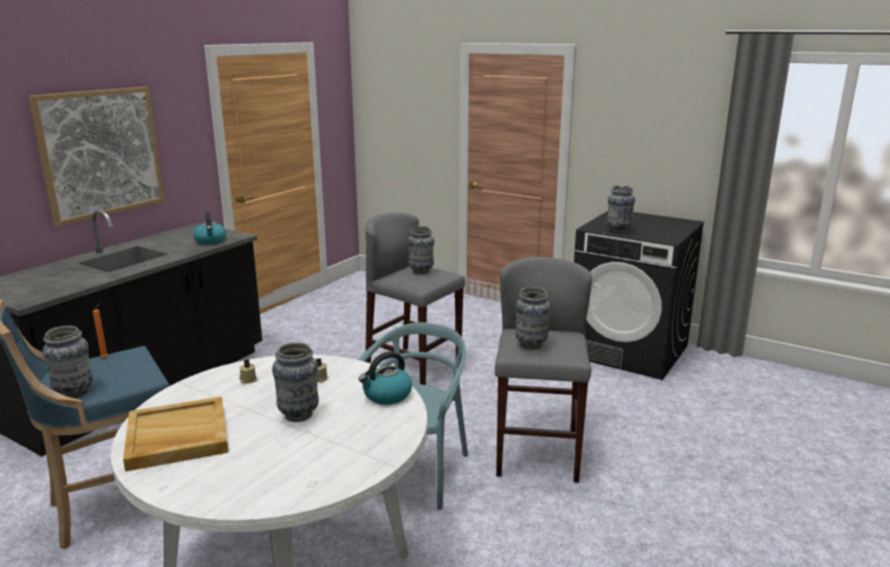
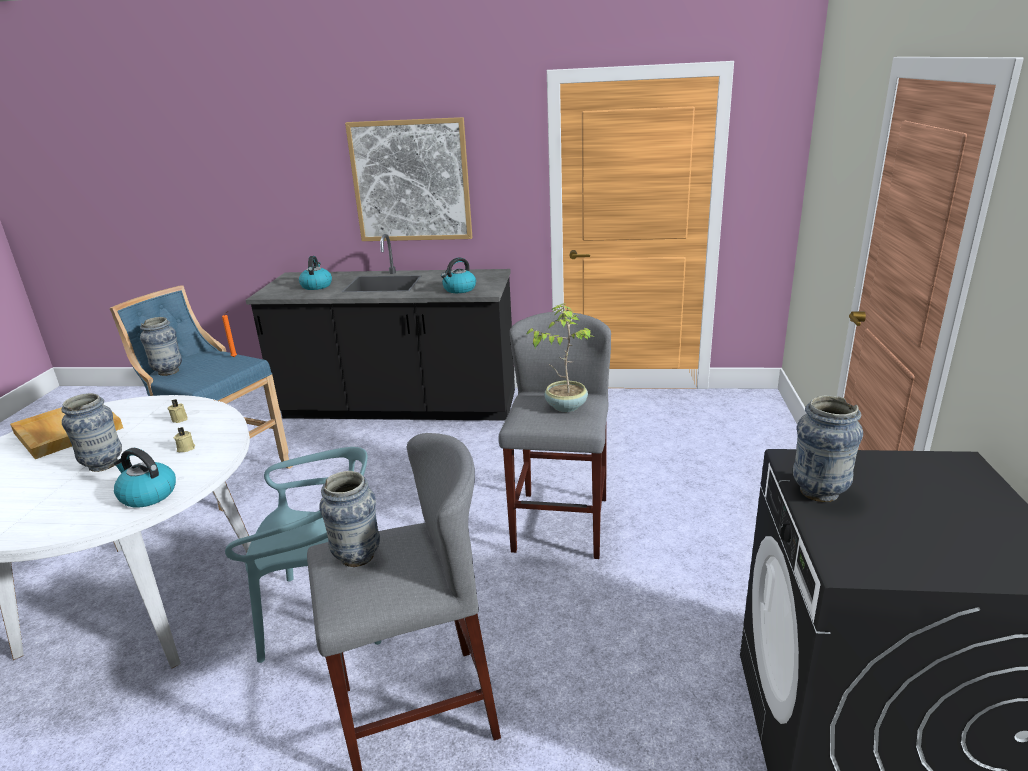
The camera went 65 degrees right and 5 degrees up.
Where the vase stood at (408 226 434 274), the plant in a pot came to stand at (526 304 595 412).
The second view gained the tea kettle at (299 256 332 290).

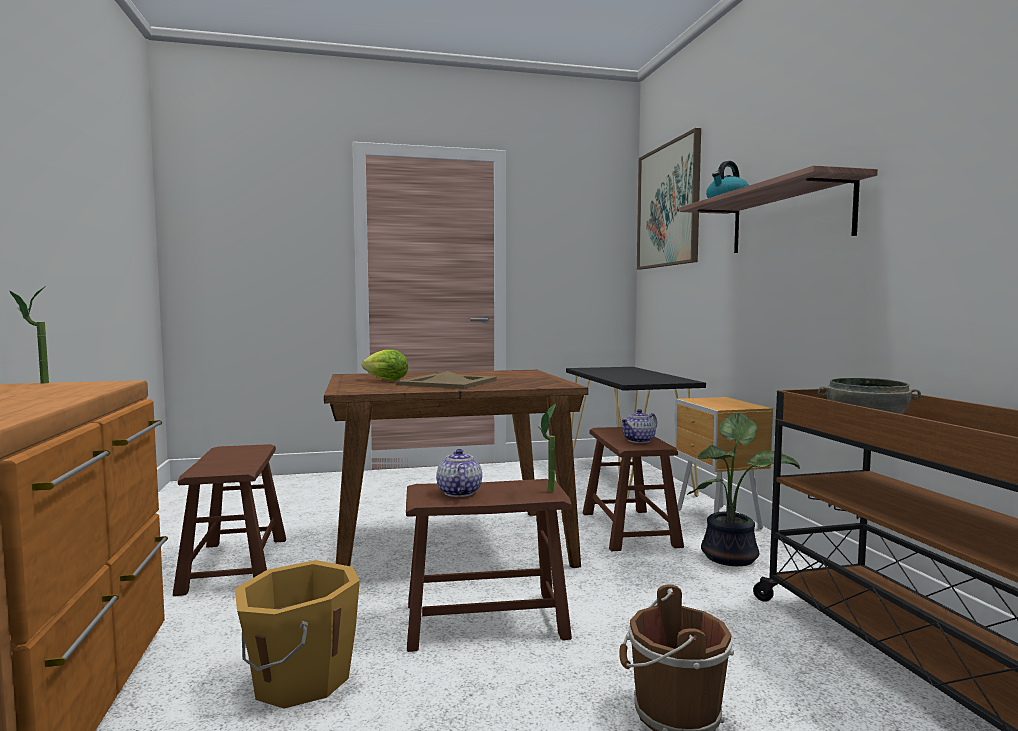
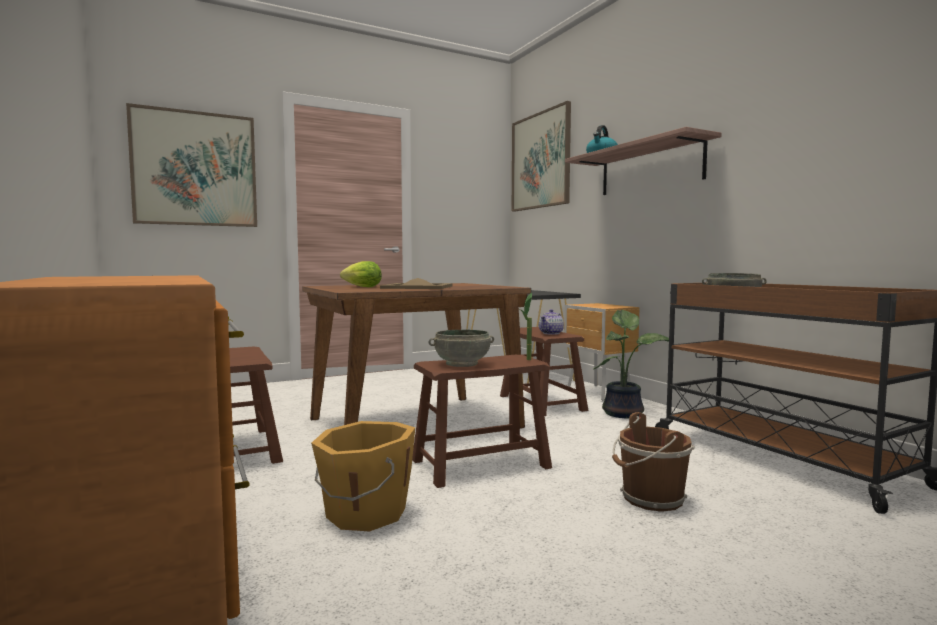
The camera went 15 degrees left and 0 degrees up.
The second view lost the plant in a pot at (10 287 49 384).
Where the teapot stood at (437 449 482 497), the gray bowl came to stand at (429 330 494 367).
The second view gained the wall picture at (126 103 257 227).

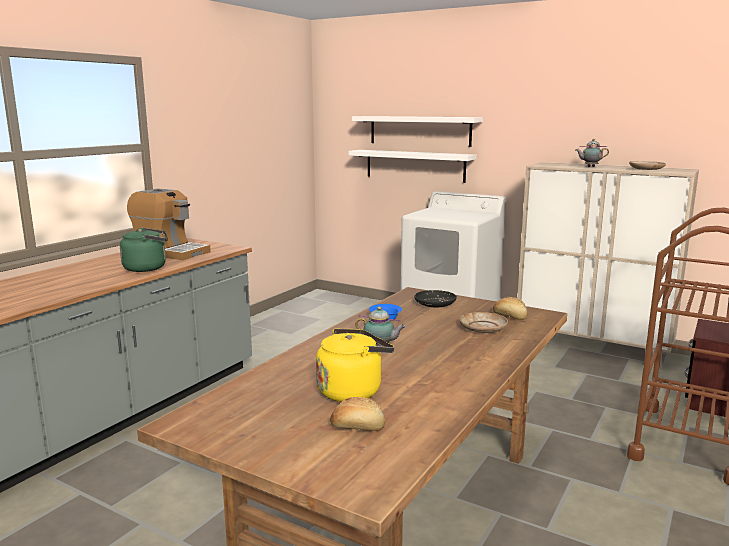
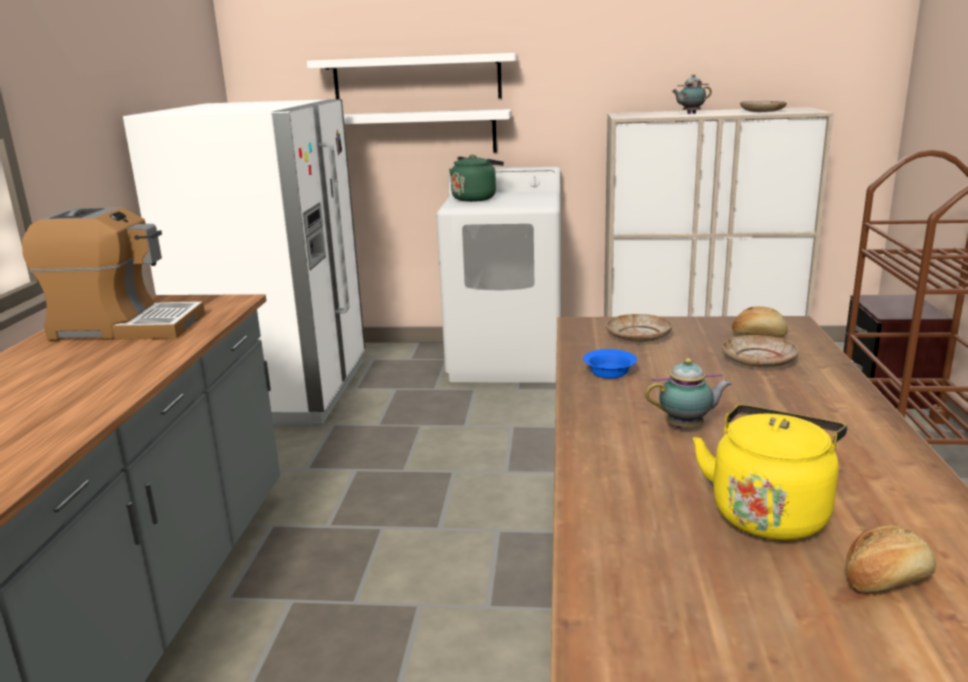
The camera went 25 degrees left and 5 degrees up.
The green tea kettle ended up elsewhere, having gone from (120 227 168 272) to (449 155 504 202).
What was the black plate at (414 290 457 307) turned into the sand-coloured plate at (606 314 672 342).
The second view gained the white refrigerator at (123 99 365 427).

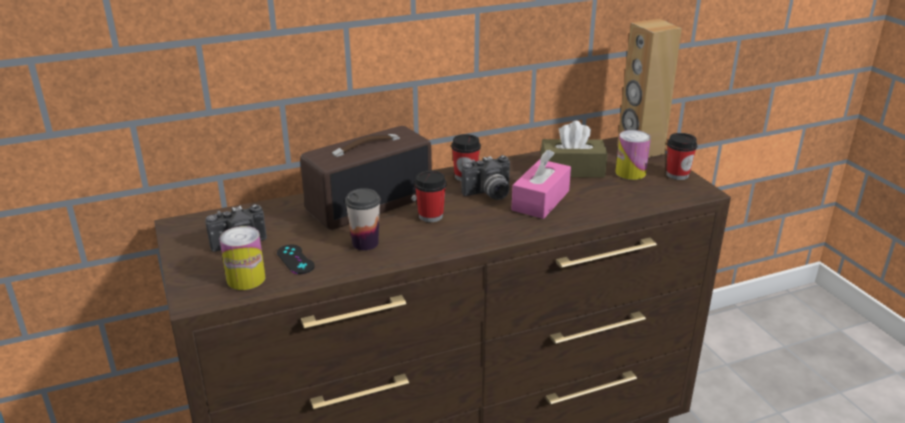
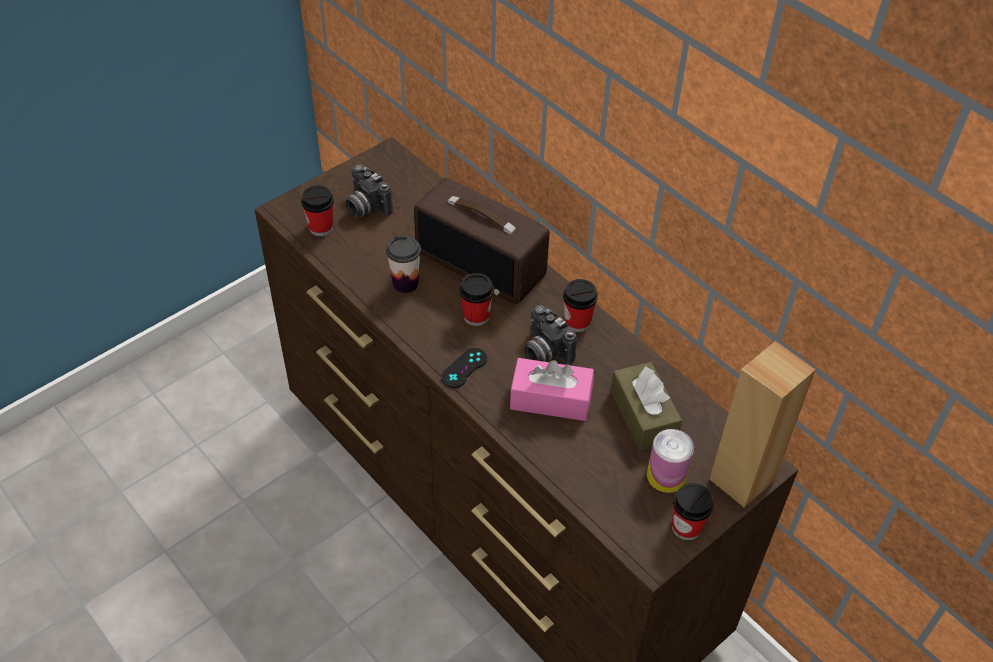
The camera went 70 degrees right and 20 degrees up.
Where the can stood at (220 226 265 290), the drinking cup came to stand at (301 185 334 236).
The black gamepad ended up elsewhere, having gone from (277 245 315 274) to (441 348 487 388).

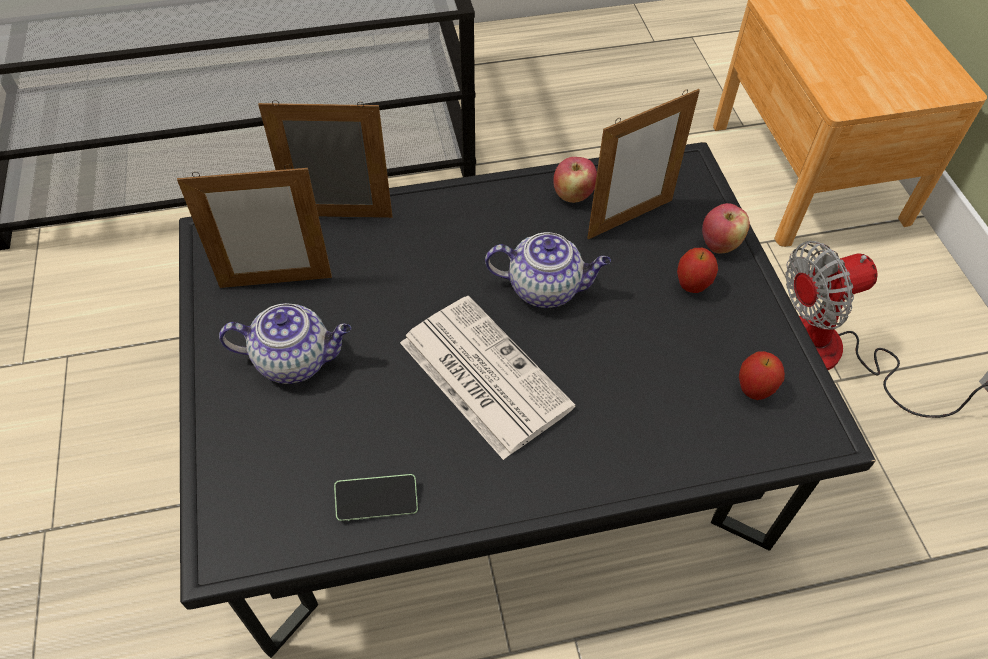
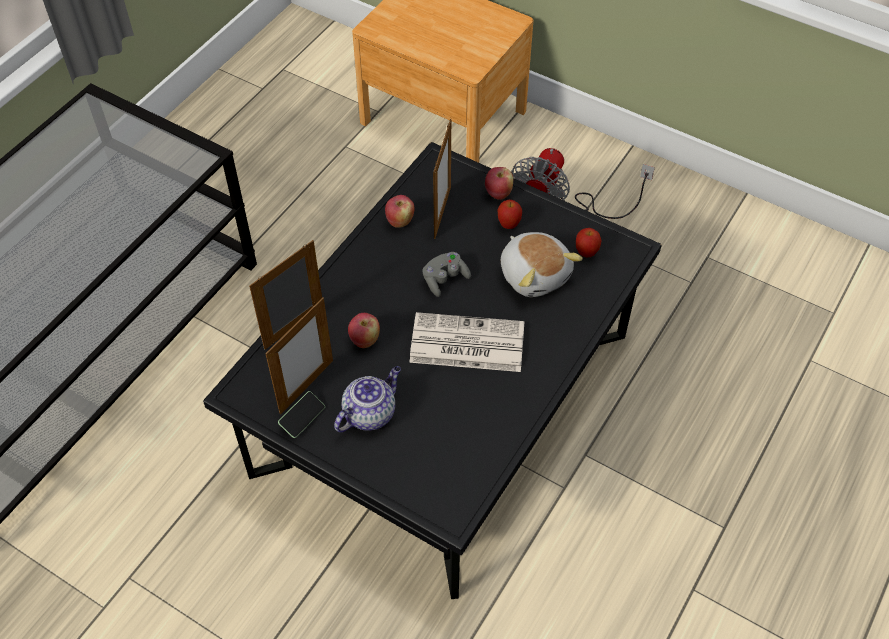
The camera went 45 degrees left and 0 degrees up.
The telephone ended up elsewhere, having gone from (334 474 418 521) to (278 391 325 438).
Where the teapot stood at (485 232 611 308), the gray gamepad came to stand at (422 252 471 297).
The second view gained the whole apple at (348 313 380 348).
The second view gained the soft toy at (501 232 583 297).

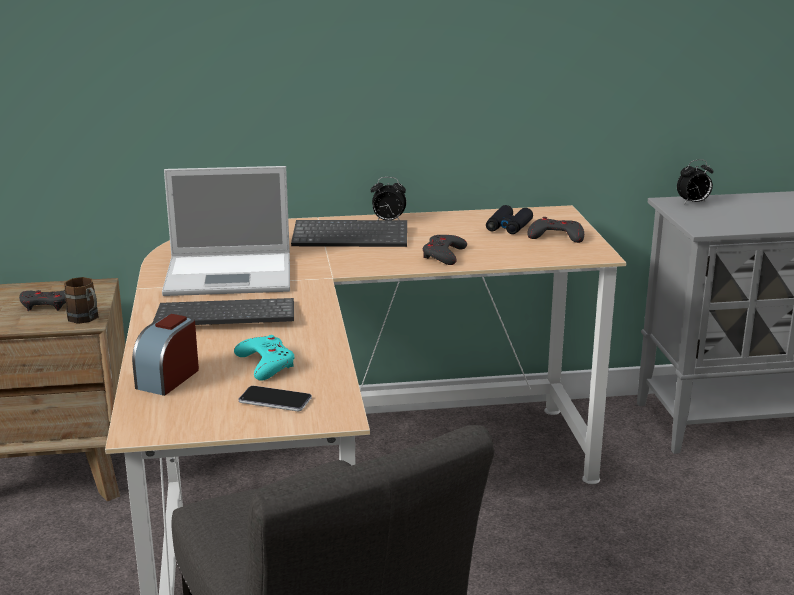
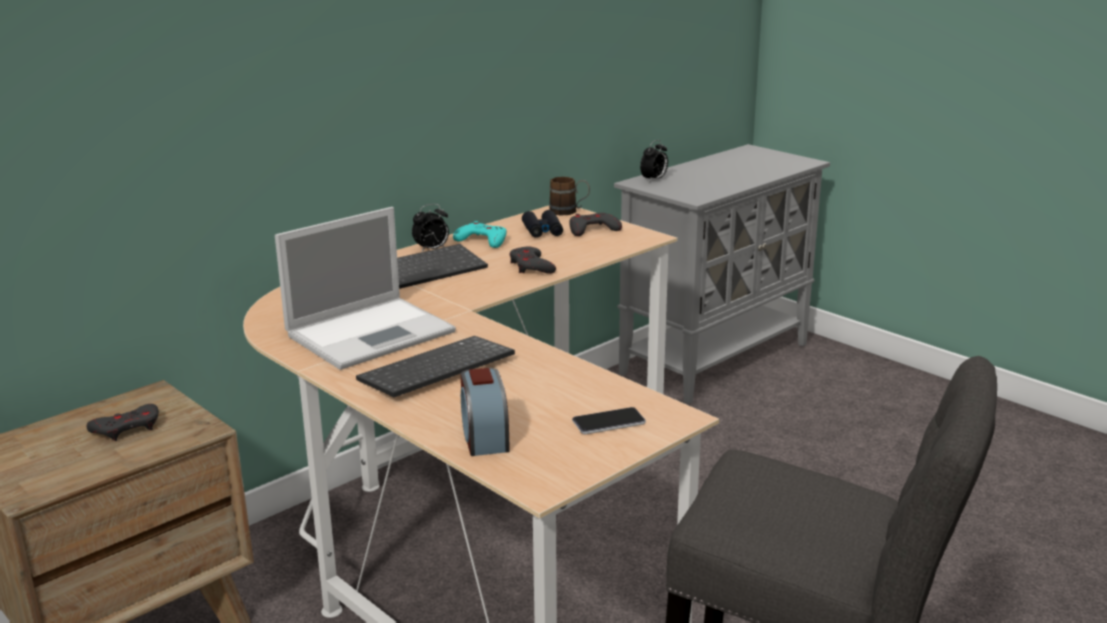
The camera went 35 degrees left and 0 degrees up.
The brown mug ended up elsewhere, having gone from (64 277 98 324) to (549 177 590 216).
The turquoise-coloured gamepad ended up elsewhere, having gone from (234 335 294 381) to (453 221 507 248).

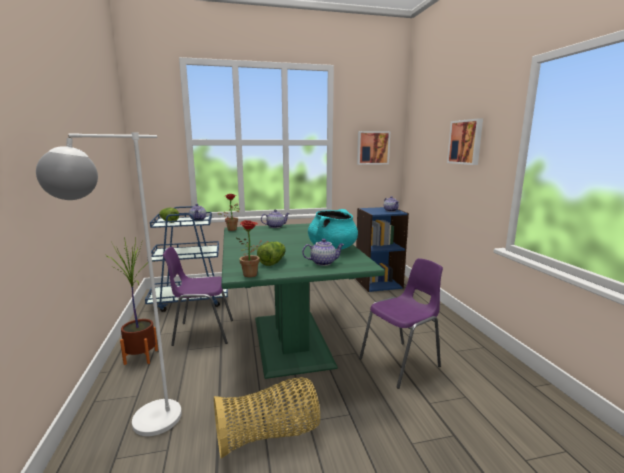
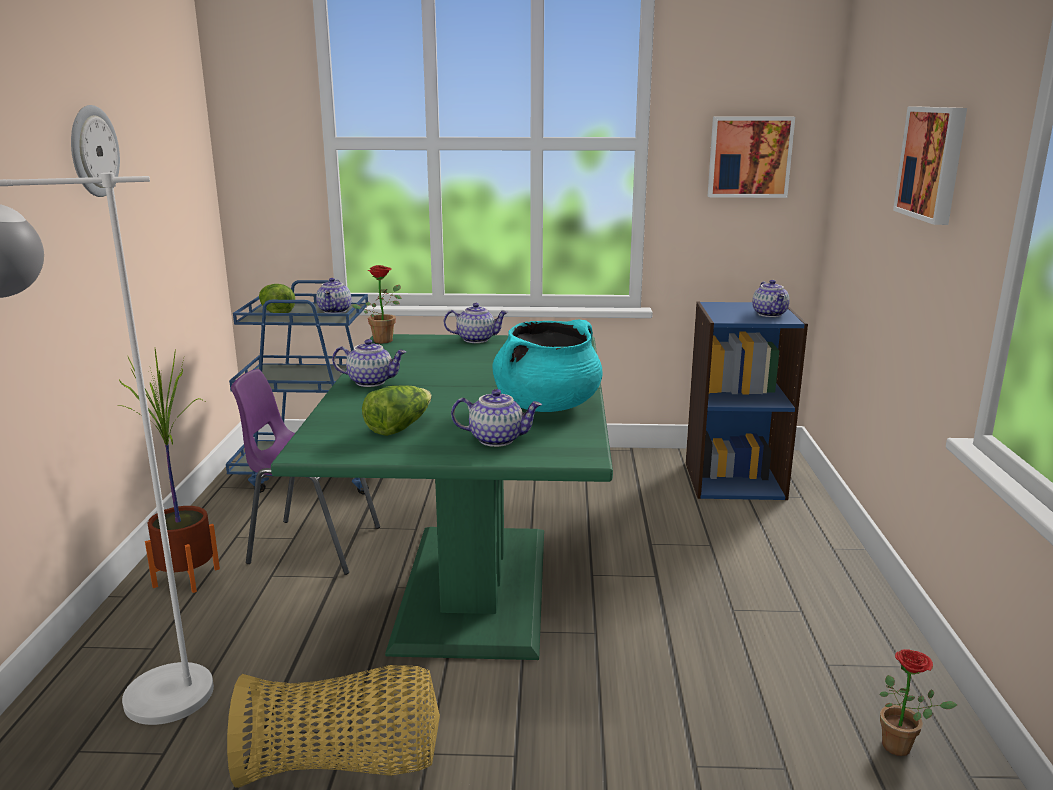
The camera went 15 degrees right and 5 degrees up.
The plant in a pot ended up elsewhere, having gone from (236 220 269 277) to (879 649 957 756).
The second view lost the purple-coloured chair at (359 258 443 389).
The second view gained the wall clock at (71 105 120 197).
The second view gained the teapot at (332 339 406 387).

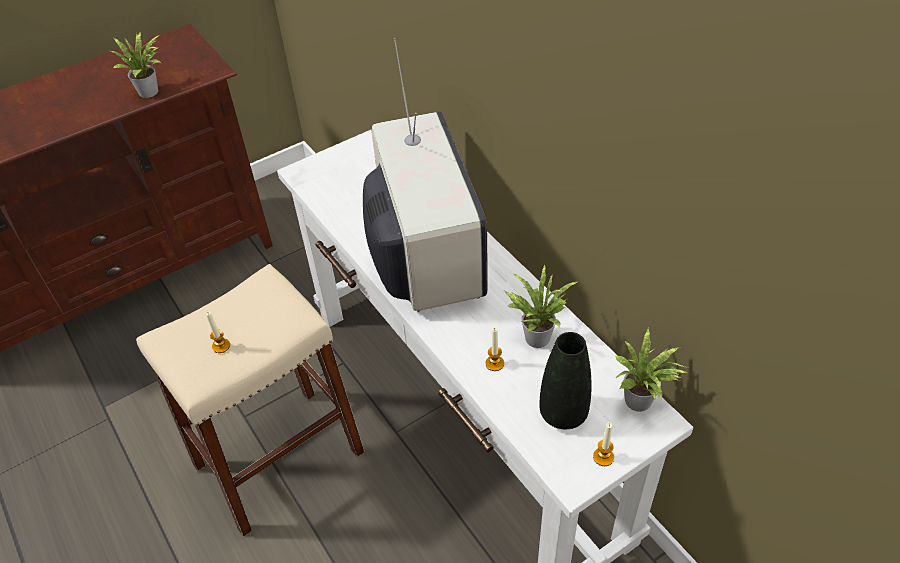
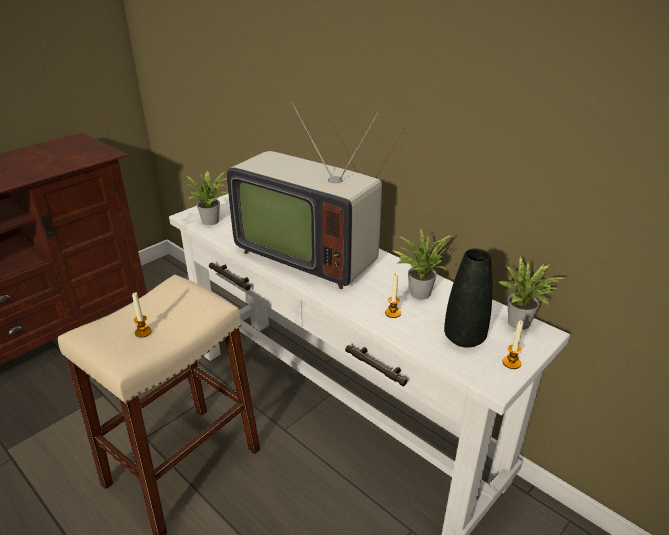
The camera went 15 degrees left and 15 degrees down.
The plant in a pot ended up elsewhere, having gone from (111 32 163 98) to (185 170 227 225).
The television at (363 38 488 312) ended up facing another way, 150 degrees clockwise from before.

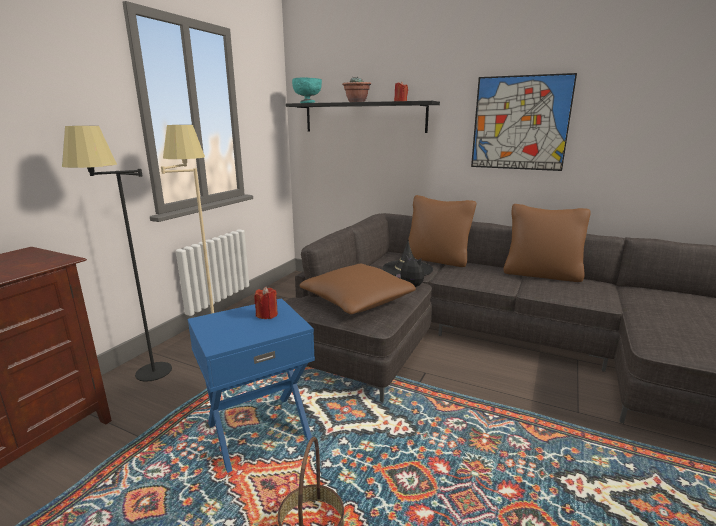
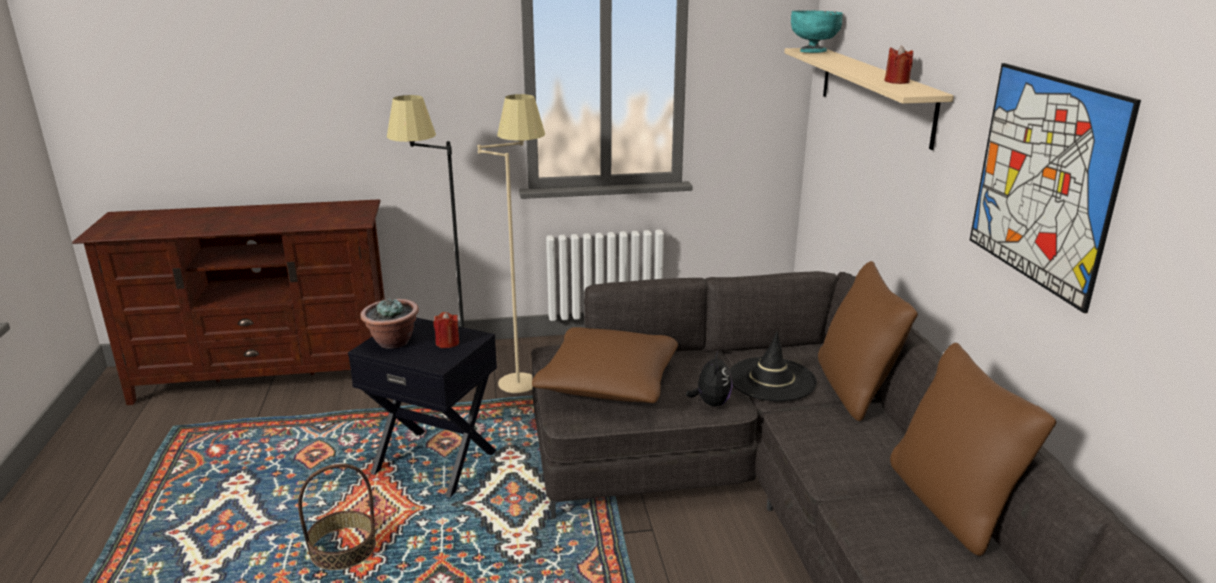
The camera went 55 degrees right and 5 degrees up.
What was the blue accent table at (188 298 315 473) turned into the black accent table at (348 317 497 498).
What was the black bracket shelf at (286 101 440 133) turned into the sand-coloured bracket shelf at (784 48 954 150).
The plant in a pot ended up elsewhere, having gone from (342 77 371 102) to (360 297 419 349).

